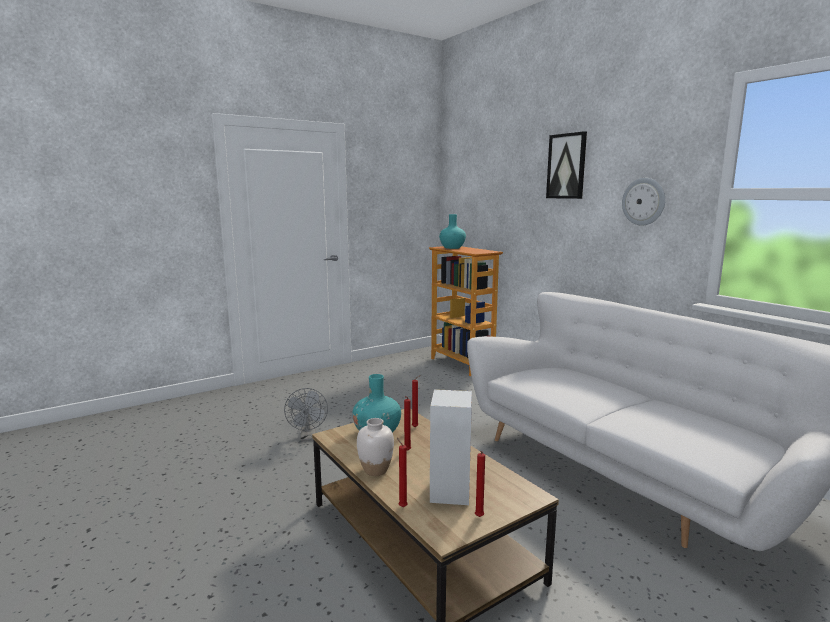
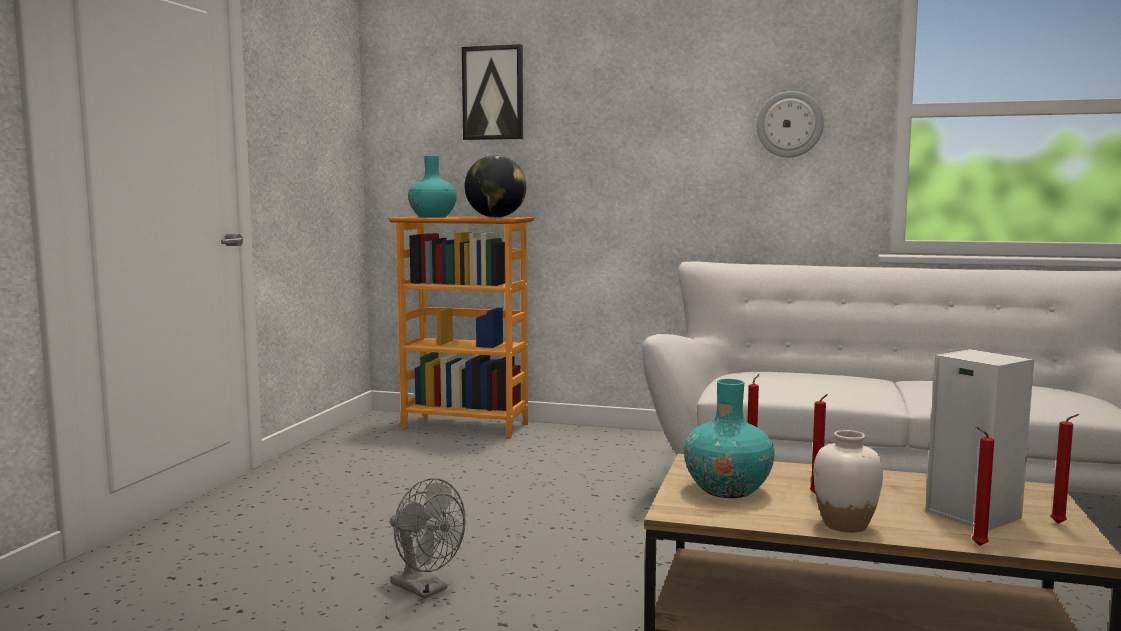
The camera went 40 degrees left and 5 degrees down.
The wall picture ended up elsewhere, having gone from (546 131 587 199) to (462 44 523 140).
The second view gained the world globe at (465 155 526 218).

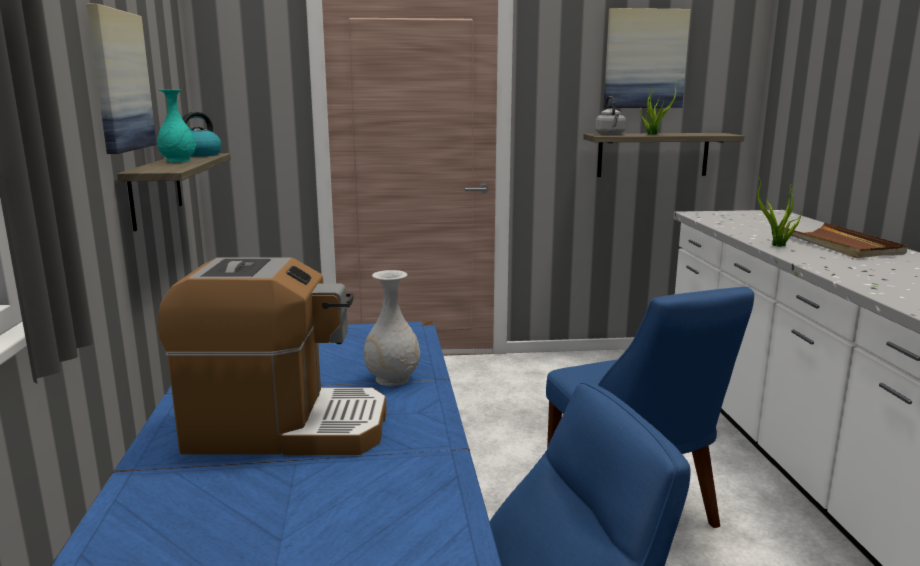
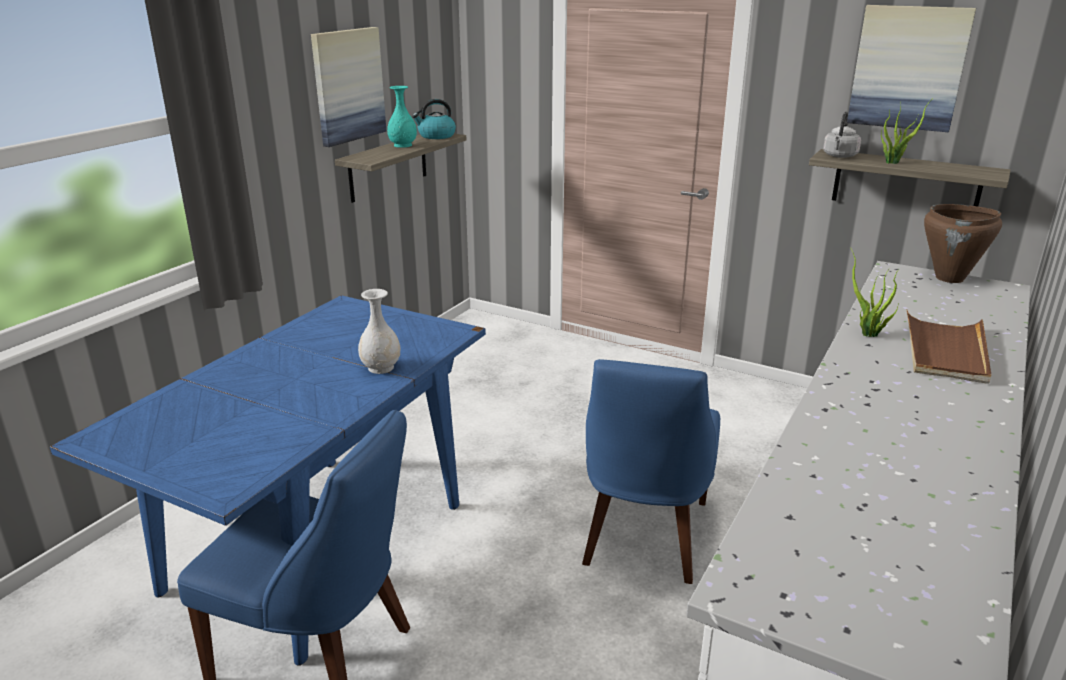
The camera went 35 degrees right and 10 degrees up.
The second view lost the coffee brewer at (158 257 387 455).
The second view gained the brown stockpot at (924 204 1002 283).

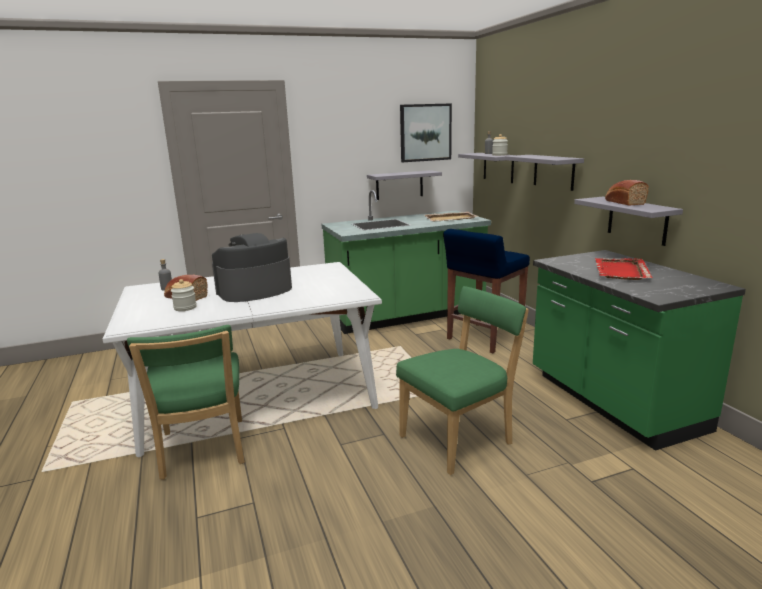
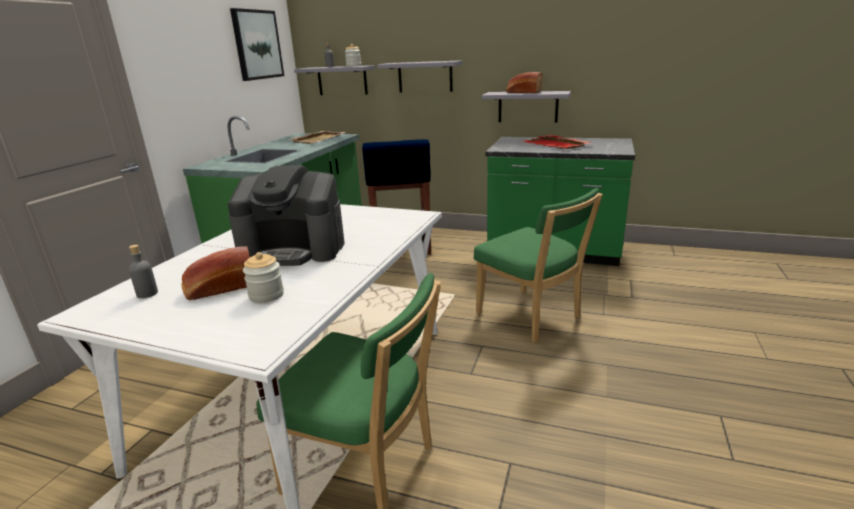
The camera went 50 degrees left and 5 degrees up.
The coffee brewer at (212 233 292 302) ended up facing another way, 90 degrees counterclockwise from before.
The second view lost the gray bracket shelf at (367 170 442 200).
The green chair at (396 286 529 475) ended up facing another way, 135 degrees clockwise from before.

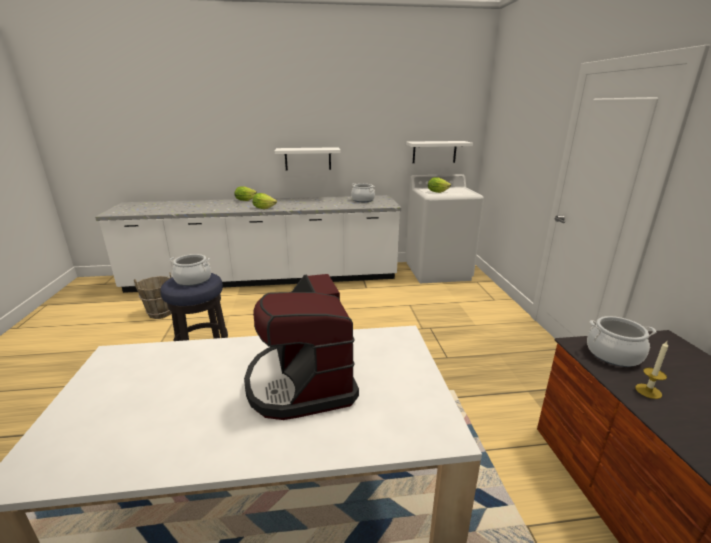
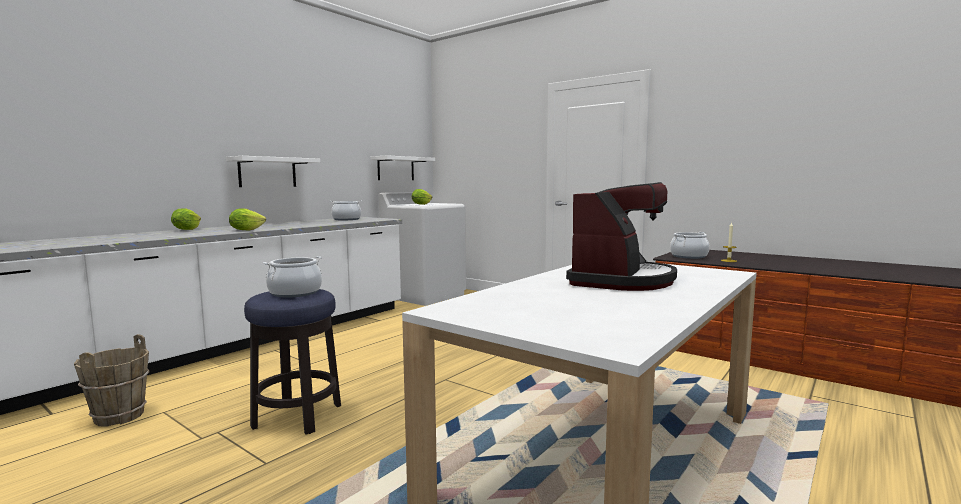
The camera went 45 degrees left and 15 degrees down.
The coffee brewer at (244 274 359 420) ended up facing another way, 90 degrees counterclockwise from before.

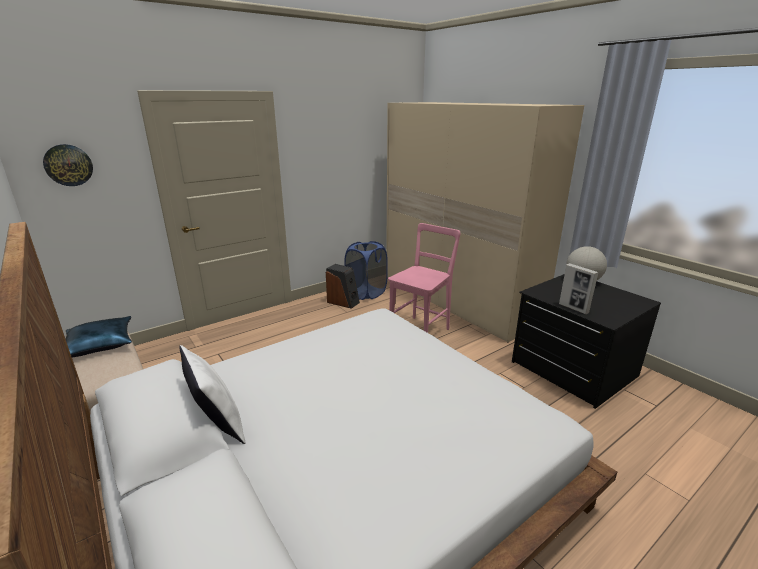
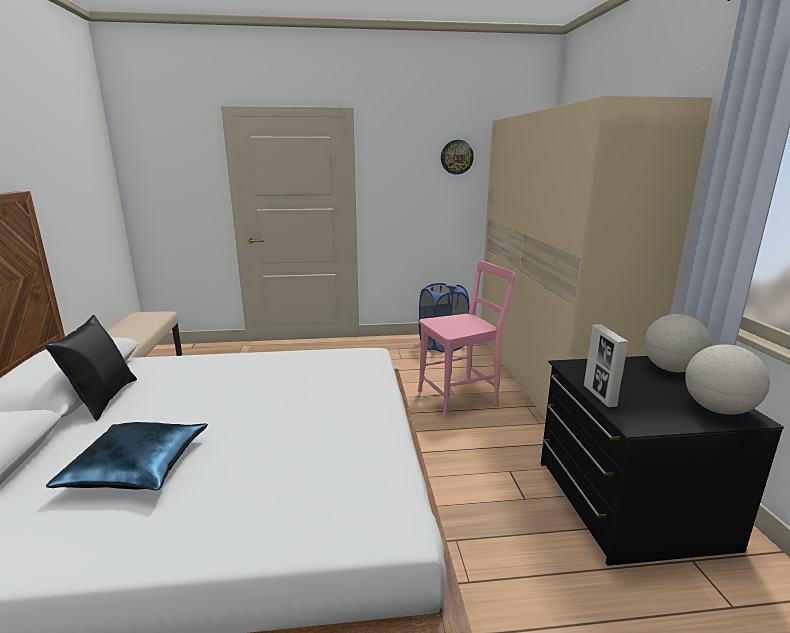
The camera went 30 degrees right and 5 degrees down.
The wall clock ended up elsewhere, having gone from (43 144 93 186) to (441 140 474 175).
The blue pillow ended up elsewhere, having gone from (66 316 132 357) to (46 422 208 490).
What was the white pillow at (179 345 245 444) turned into the black pillow at (45 315 137 421).
The second view lost the speaker at (326 264 360 309).
The second view gained the world globe at (685 344 770 415).

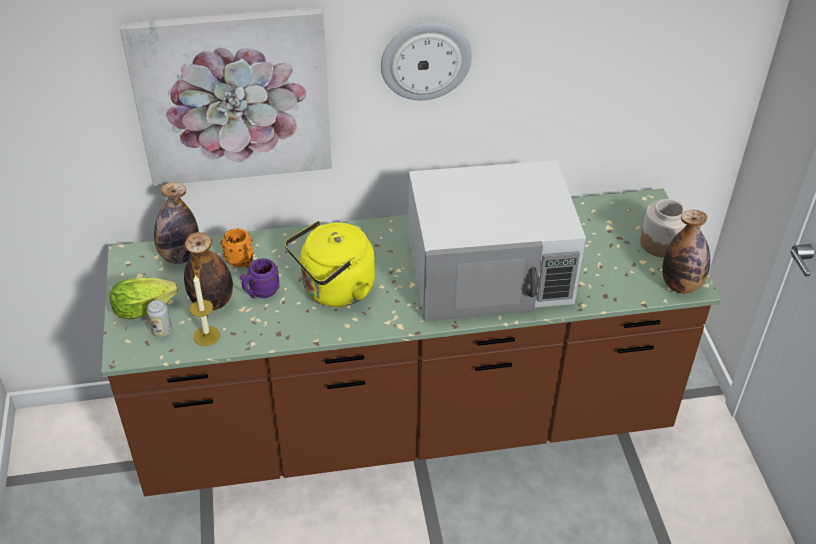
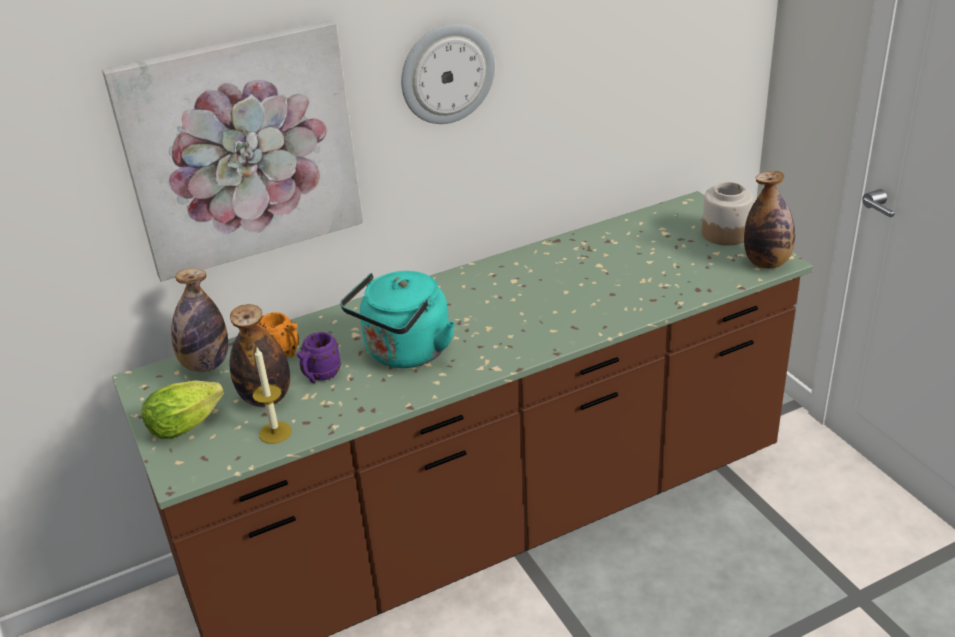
The camera went 15 degrees left and 10 degrees down.
The second view lost the can at (147 300 172 337).
What was the yellowish tea kettle at (285 220 375 307) turned into the turquoise-coloured tea kettle at (340 271 455 368).
The second view lost the white microwave at (408 160 586 322).

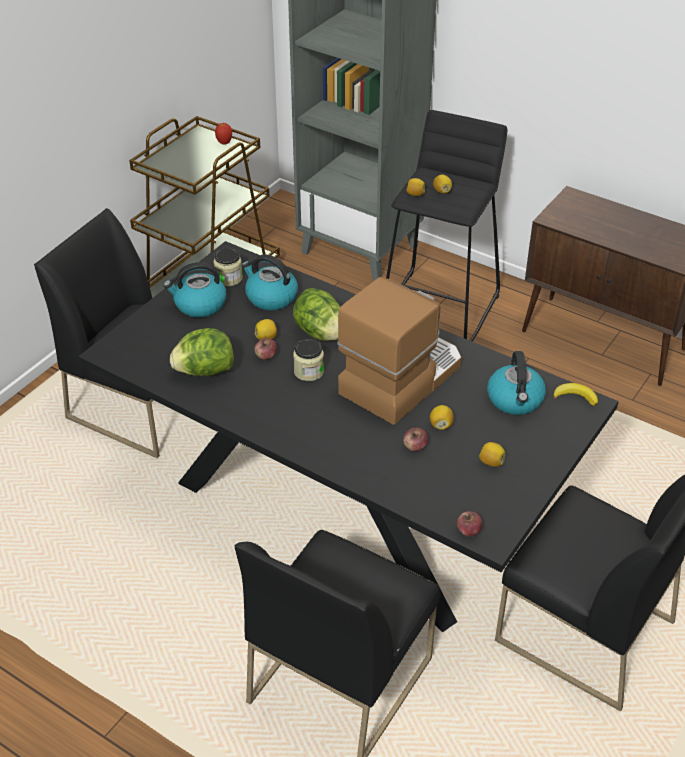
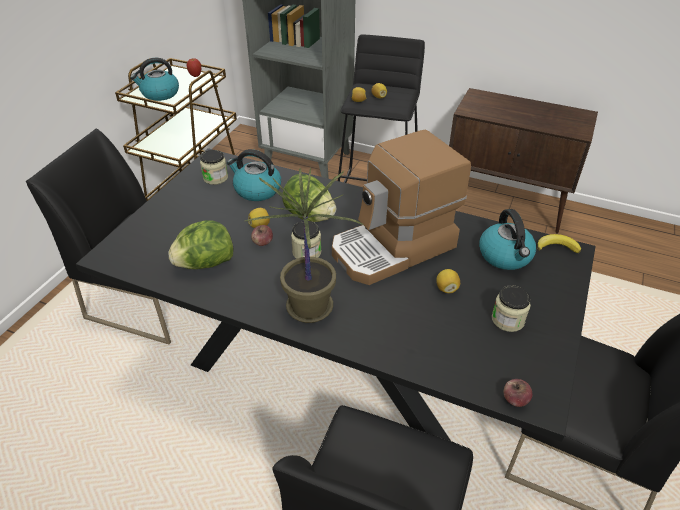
The camera went 10 degrees left and 0 degrees up.
The tea kettle ended up elsewhere, having gone from (163 262 226 317) to (130 58 179 101).
The coffee brewer at (337 277 462 425) ended up facing another way, 150 degrees counterclockwise from before.
The second view lost the whole apple at (403 428 428 451).
Where the lemon stood at (479 442 506 467), the jar came to stand at (492 285 531 332).
The second view gained the plant in a pot at (245 168 365 323).

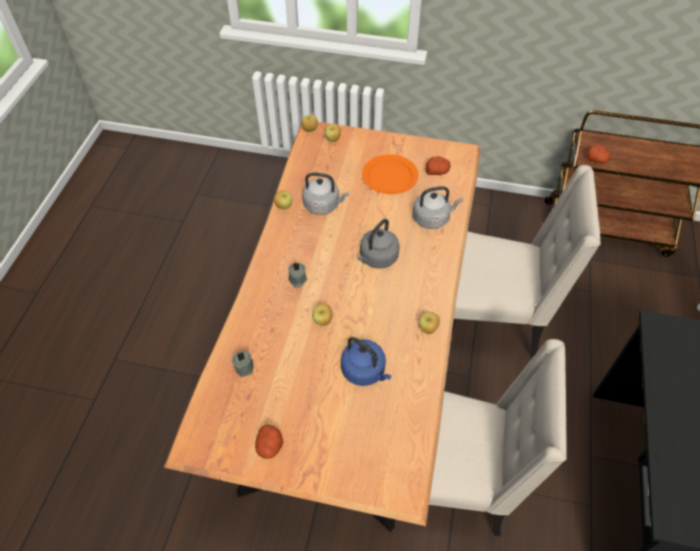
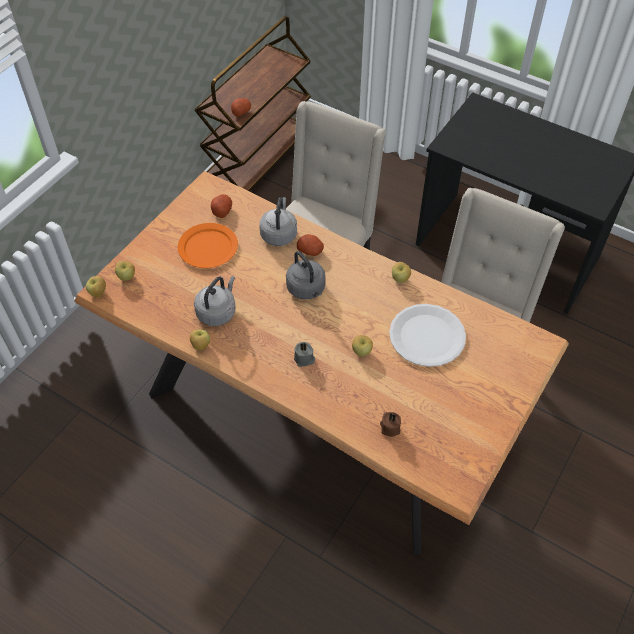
The camera went 70 degrees left and 0 degrees up.
What was the gray wax light at (232 351 253 377) turned into the brown wax light at (380 412 401 437).
The spud ended up elsewhere, having gone from (255 425 283 459) to (297 234 324 256).
Where the blue tea kettle stood at (341 337 392 386), the white plate came to stand at (389 304 466 367).

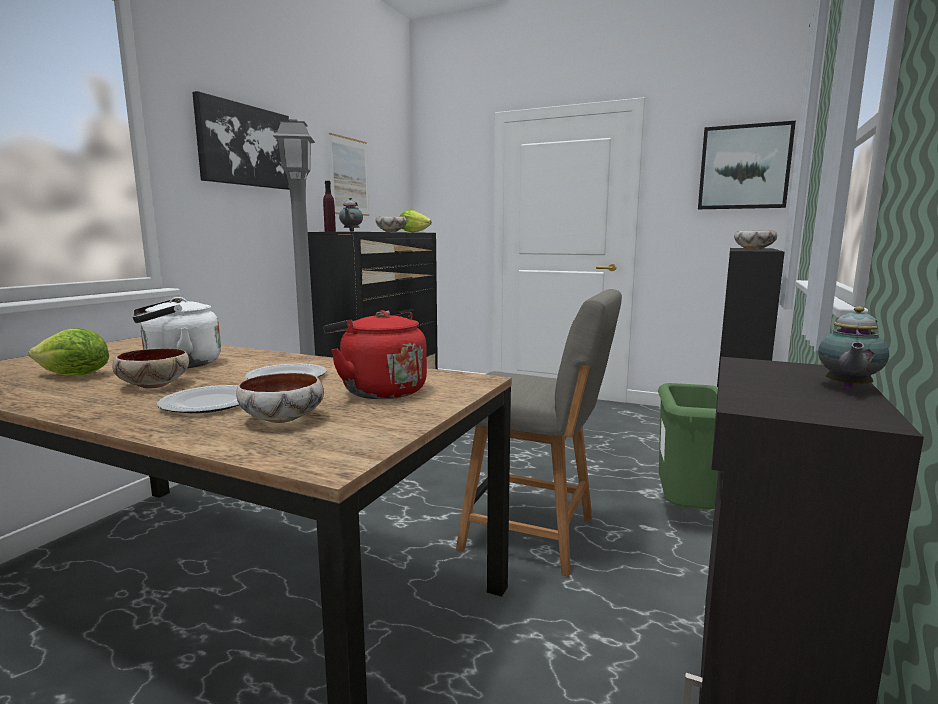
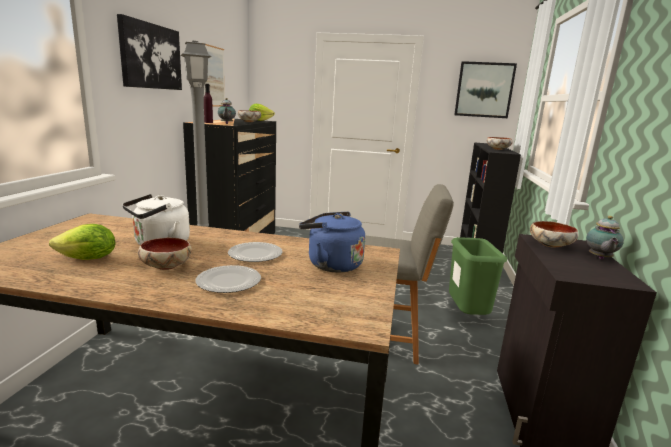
The camera went 15 degrees left and 5 degrees up.
The bowl ended up elsewhere, having gone from (236 373 324 423) to (530 221 579 247).
What was the red tea kettle at (324 310 427 399) turned into the blue tea kettle at (299 212 365 273).

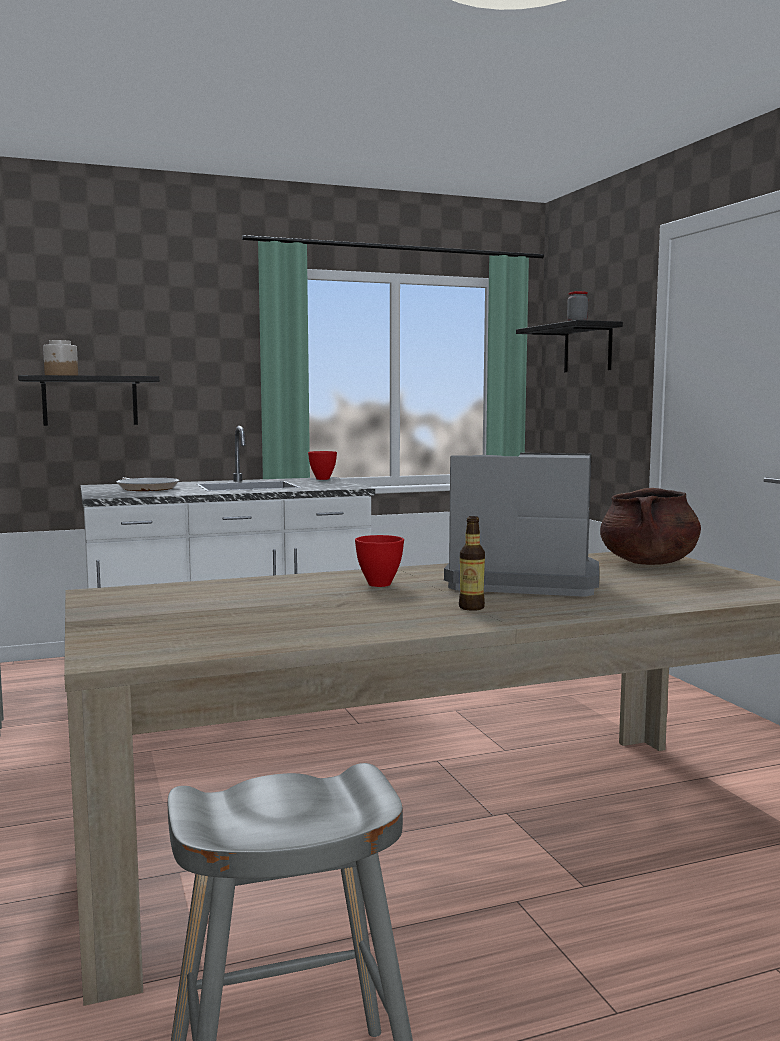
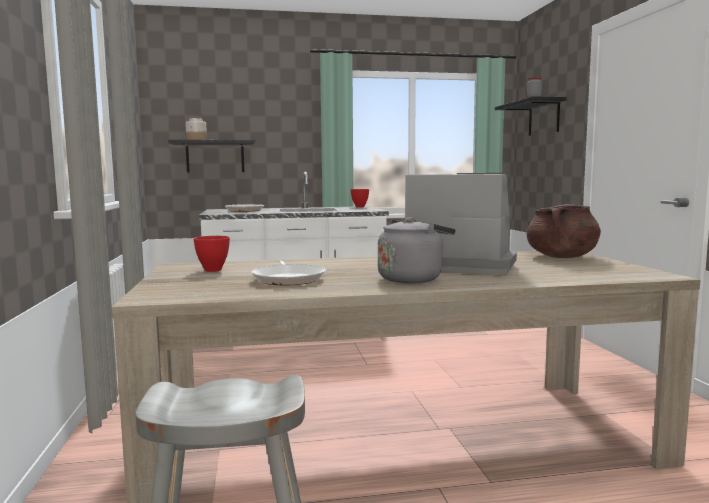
The camera went 10 degrees right and 0 degrees up.
The red bowl ended up elsewhere, having gone from (355 535 404 587) to (193 236 230 272).
Where the bottle stood at (459 516 485 611), the gray tea kettle came to stand at (378 217 455 283).
The second view gained the skillet at (252 260 326 286).

